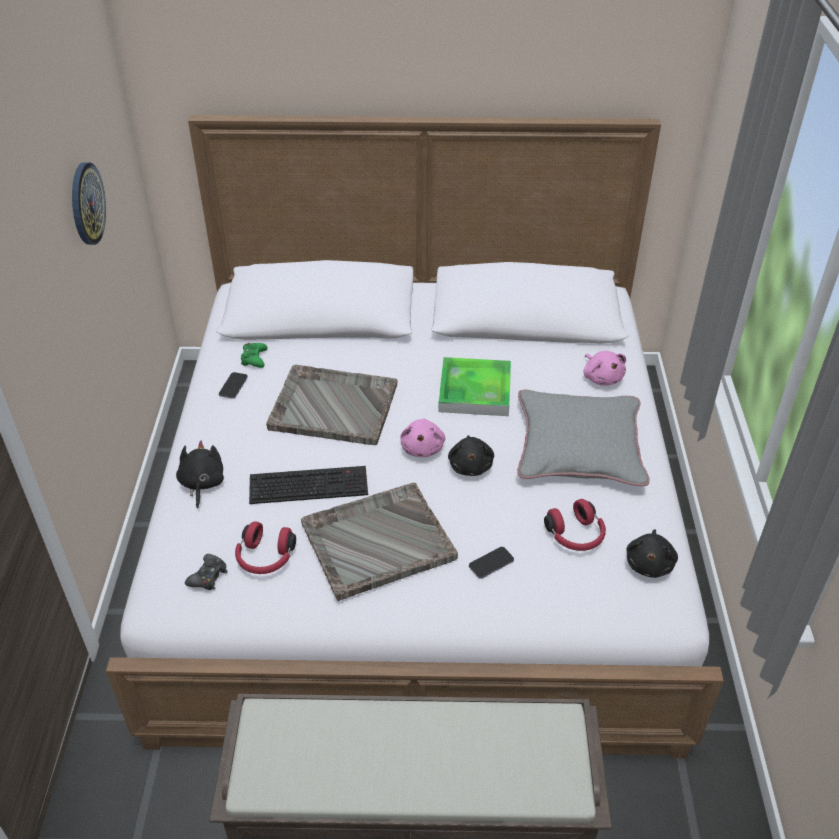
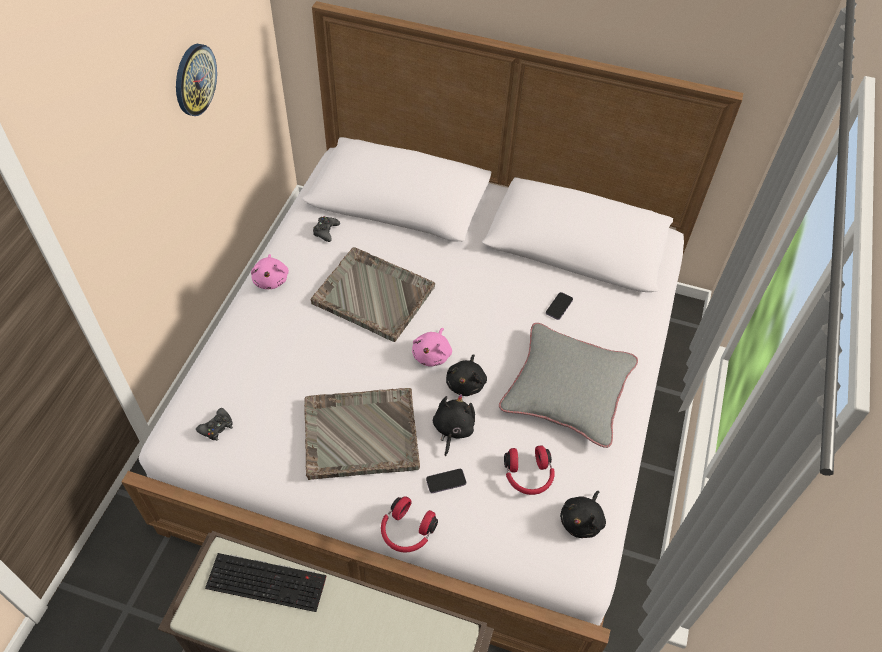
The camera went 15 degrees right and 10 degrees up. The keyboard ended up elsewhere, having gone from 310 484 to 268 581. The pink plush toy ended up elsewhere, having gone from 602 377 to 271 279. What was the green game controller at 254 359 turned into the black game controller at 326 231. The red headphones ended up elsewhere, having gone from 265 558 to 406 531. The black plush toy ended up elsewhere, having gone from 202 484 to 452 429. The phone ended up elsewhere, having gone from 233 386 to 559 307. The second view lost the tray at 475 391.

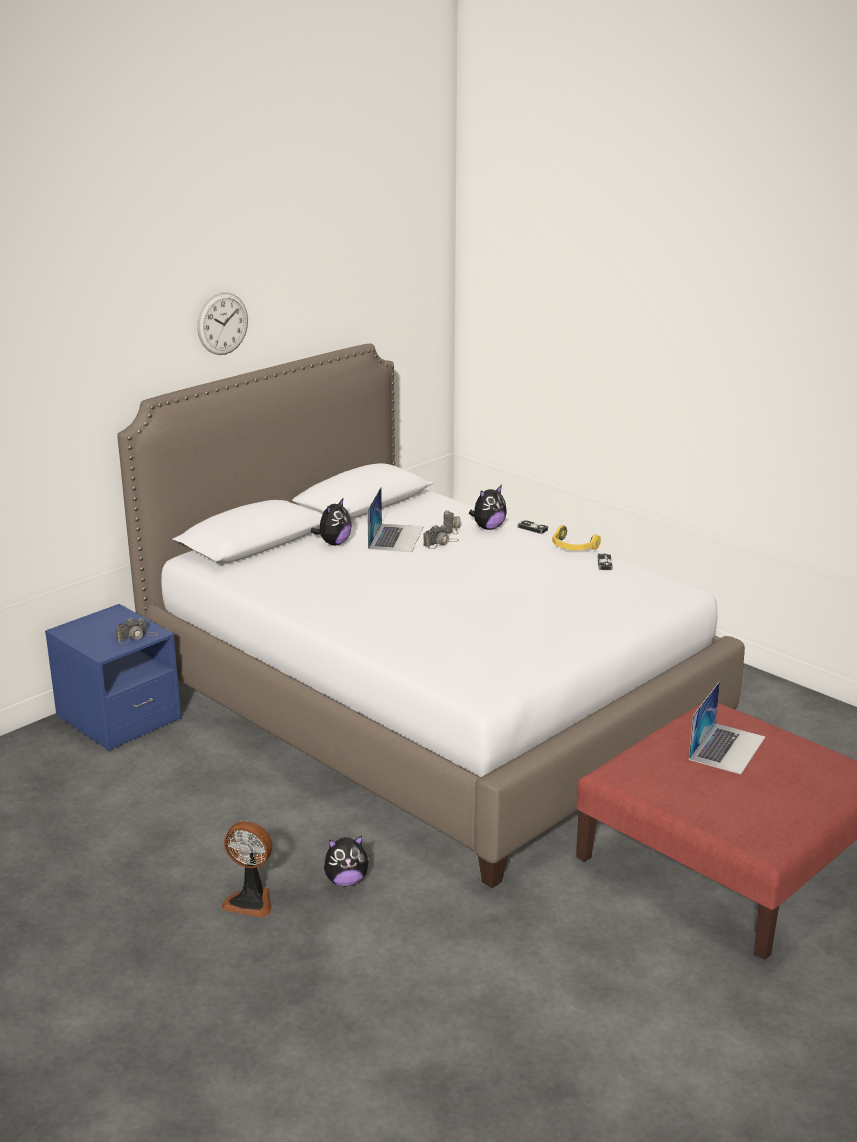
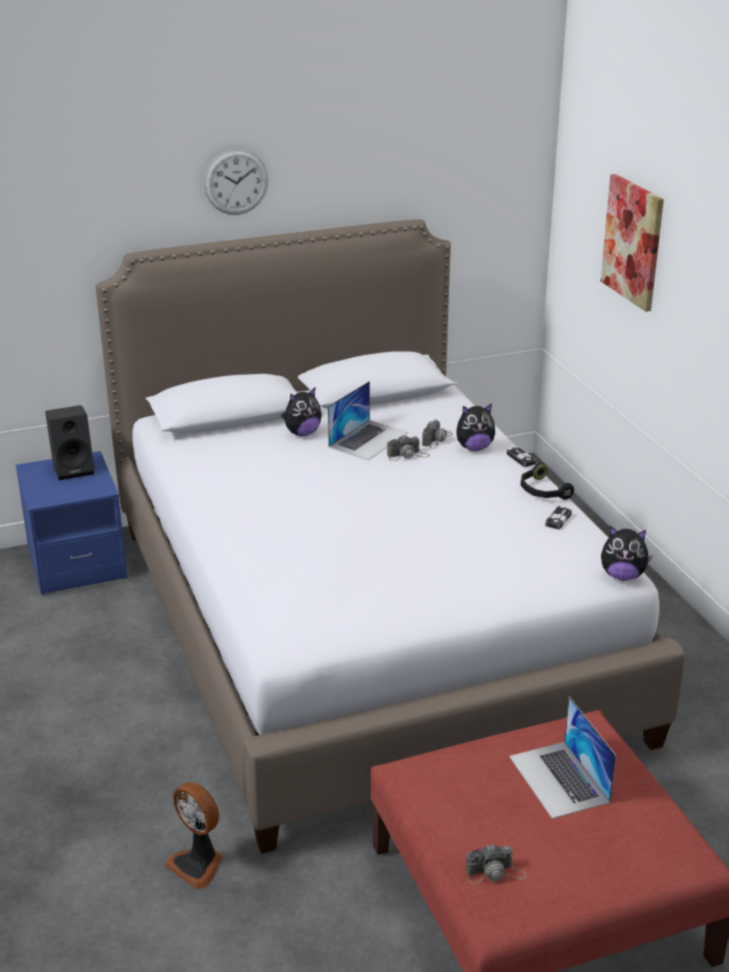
The camera went 25 degrees right and 5 degrees up. The second view gained the black speaker at 74 469. The fan ended up elsewhere, having gone from 251 901 to 198 864. The photo camera ended up elsewhere, having gone from 136 636 to 495 873. The laptop at 727 748 ended up facing another way, 105 degrees clockwise from before. What was the yellow headphones at 572 547 turned into the black headphones at 542 491. The second view gained the picture at 633 241. The plush toy ended up elsewhere, having gone from 346 881 to 622 576.

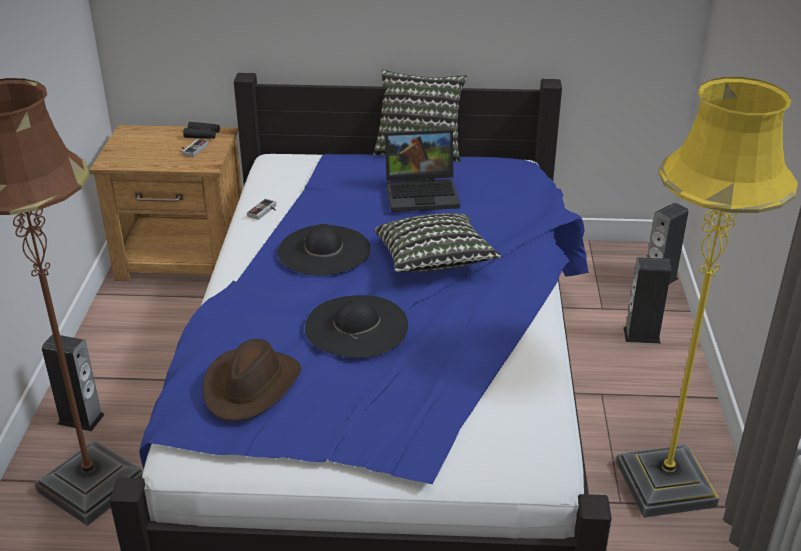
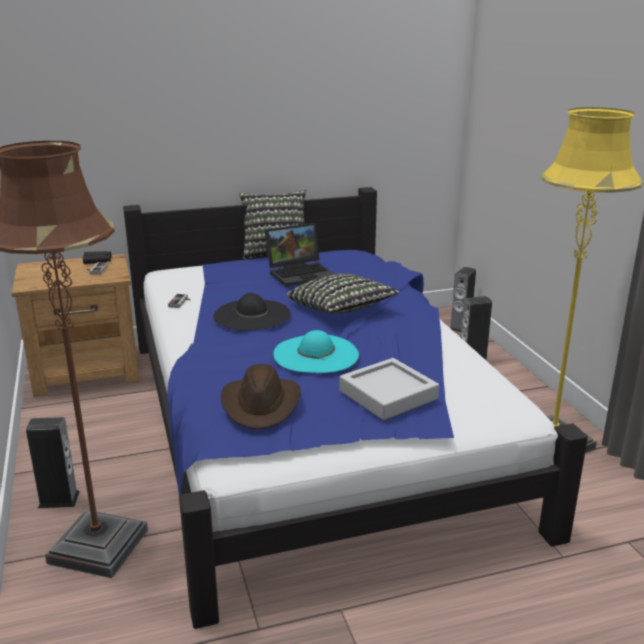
The camera went 20 degrees left and 10 degrees down. What was the black hat at 356 326 turned into the turquoise hat at 316 354. The second view gained the grey tray at 388 395.

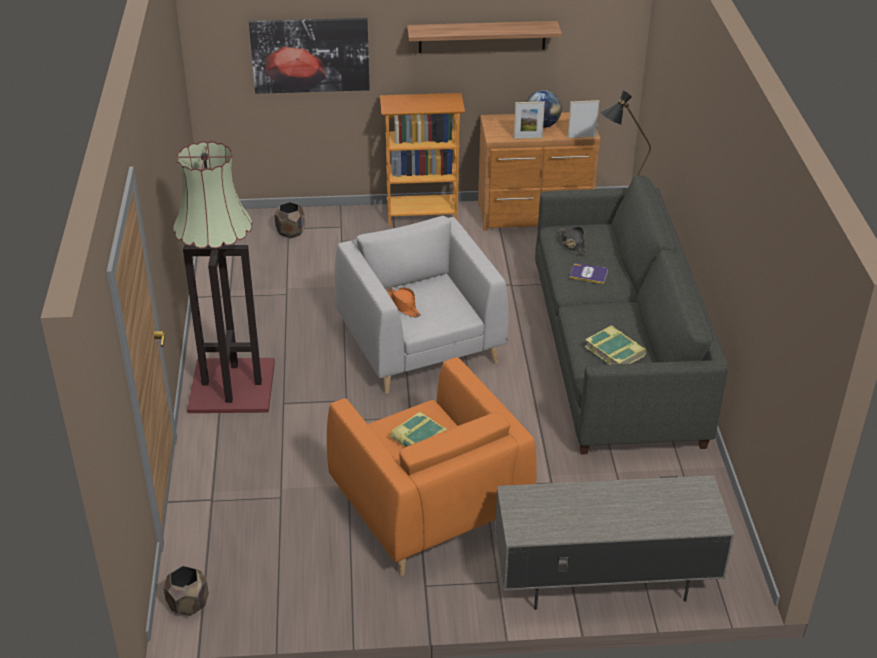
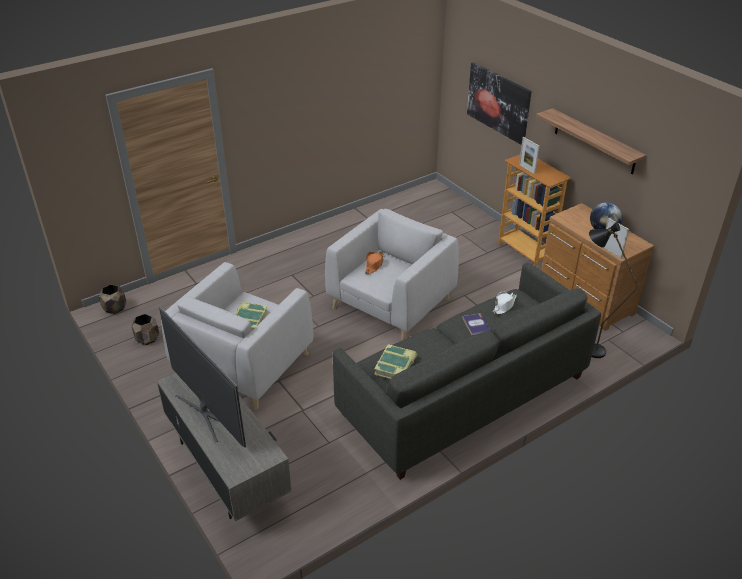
The camera went 60 degrees right and 0 degrees up. The brown planter ended up elsewhere, having gone from 291 232 to 147 339. The second view gained the television at 207 412. What was the orange armchair at 429 506 turned into the grey armchair at 244 364. What was the black hat at 572 244 turned into the white hat at 504 305. The picture frame ended up elsewhere, having gone from 528 138 to 527 169. The second view lost the floor lamp at 233 385.

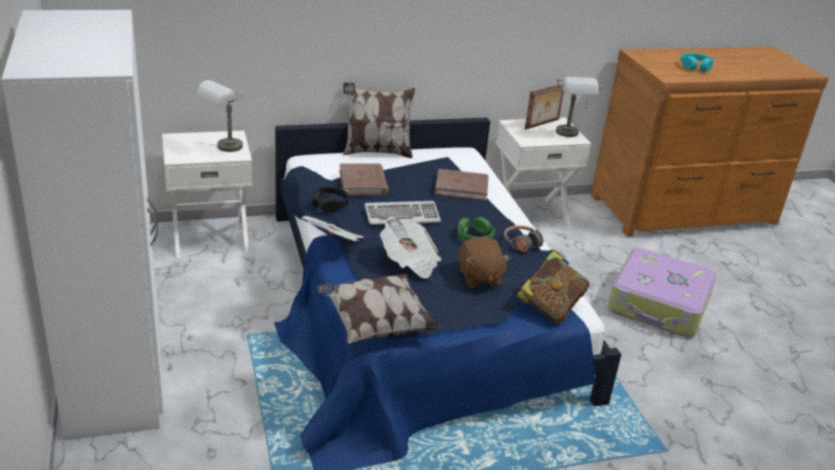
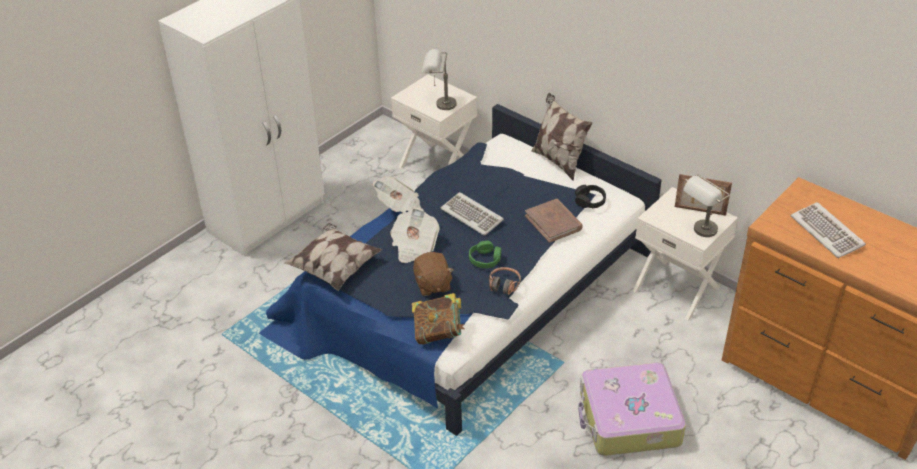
The camera went 60 degrees right and 10 degrees up. The brown plush toy at 479 277 ended up facing another way, 60 degrees counterclockwise from before. The black headphones ended up elsewhere, having gone from 329 204 to 590 201. Where the turquoise headphones stood at 695 67, the keyboard came to stand at 827 232. The second view lost the brown book at 363 182.

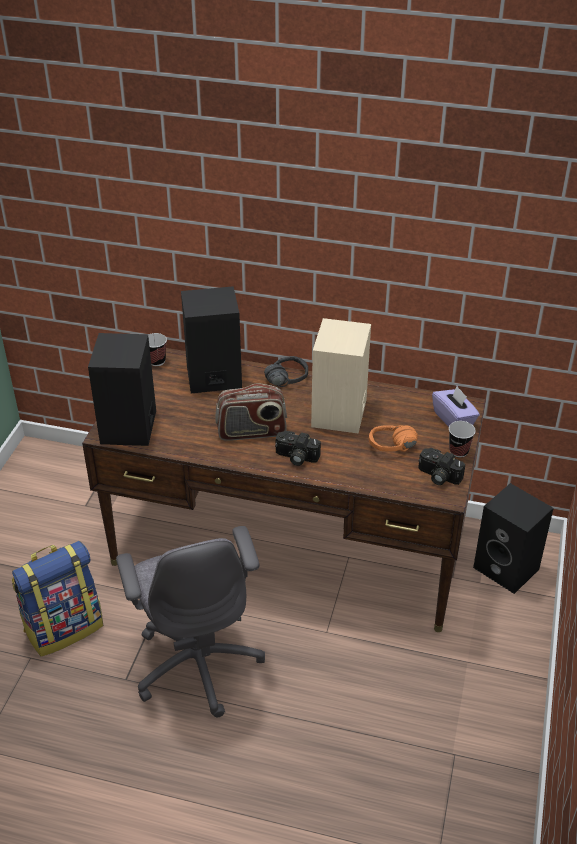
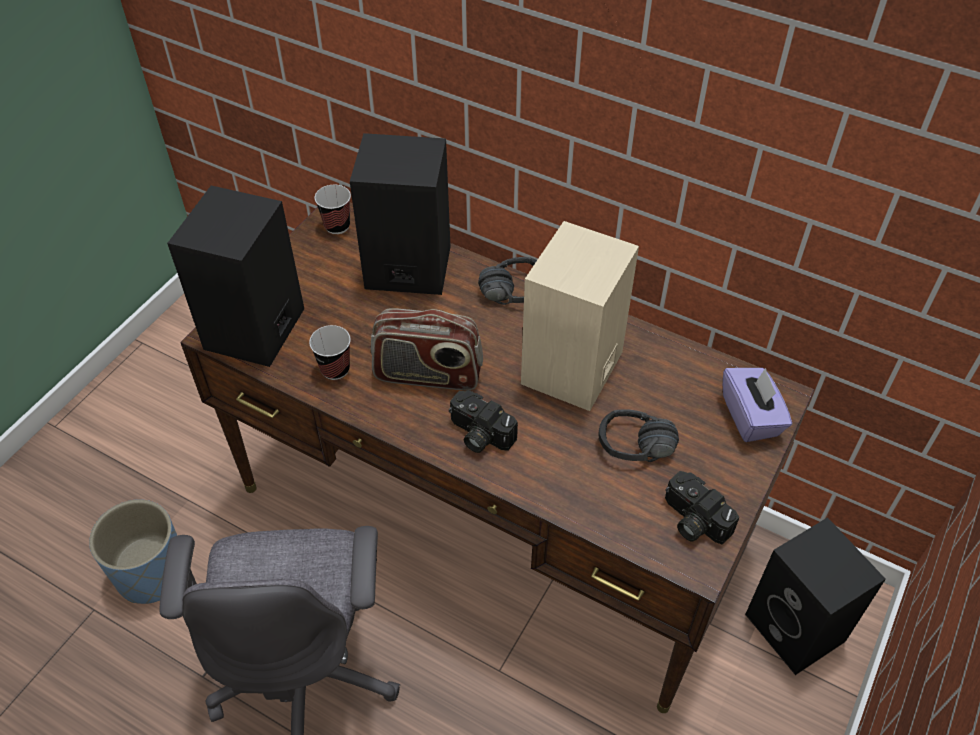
The camera went 15 degrees right and 10 degrees up. Where the backpack stood at 64 627, the blue planter came to stand at 152 573. The cup ended up elsewhere, having gone from 458 451 to 335 369. What was the orange headphones at 394 450 turned into the black headphones at 635 455.

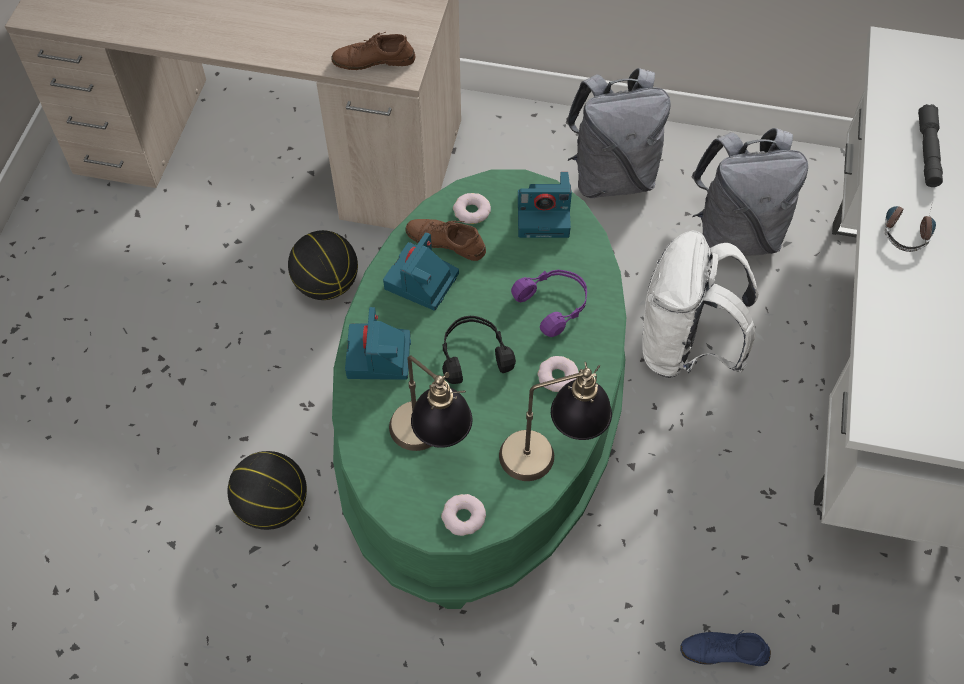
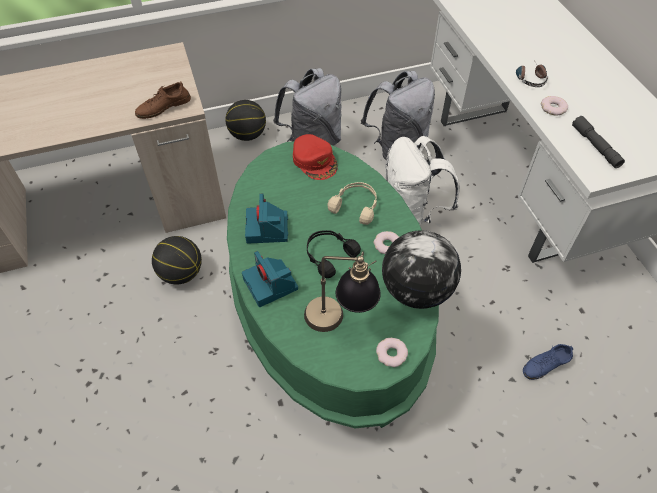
The camera went 30 degrees left and 5 degrees down. The basketball ended up elsewhere, having gone from 273 505 to 247 135. Where the photo camera stood at 544 215, the red cap came to stand at 315 161. What was the purple headphones at 554 304 turned into the beige headphones at 356 206. Where the table lamp stood at 551 454, the globe came to stand at 416 290. The donut ended up elsewhere, having gone from 472 211 to 553 108. The grey flashlight ended up elsewhere, having gone from 927 152 to 595 146. The second view lost the brown shoe at 446 242.

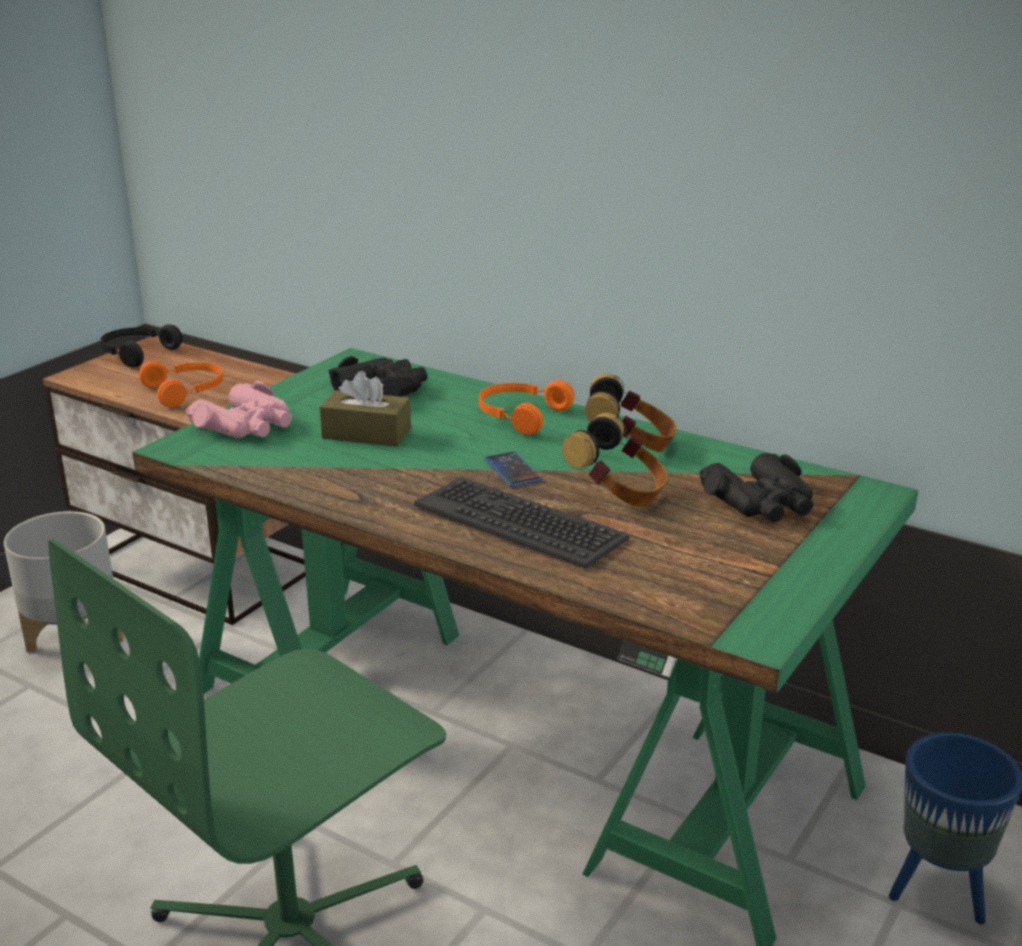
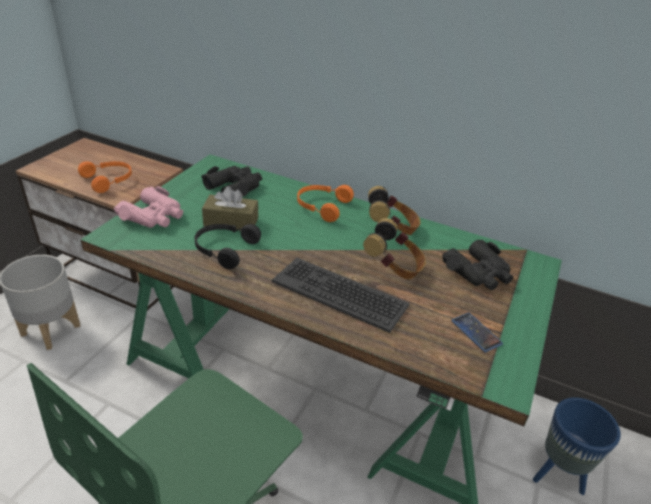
The camera went 10 degrees left and 10 degrees up. The black headphones ended up elsewhere, having gone from 136 354 to 224 249. The phone ended up elsewhere, having gone from 512 470 to 476 332.

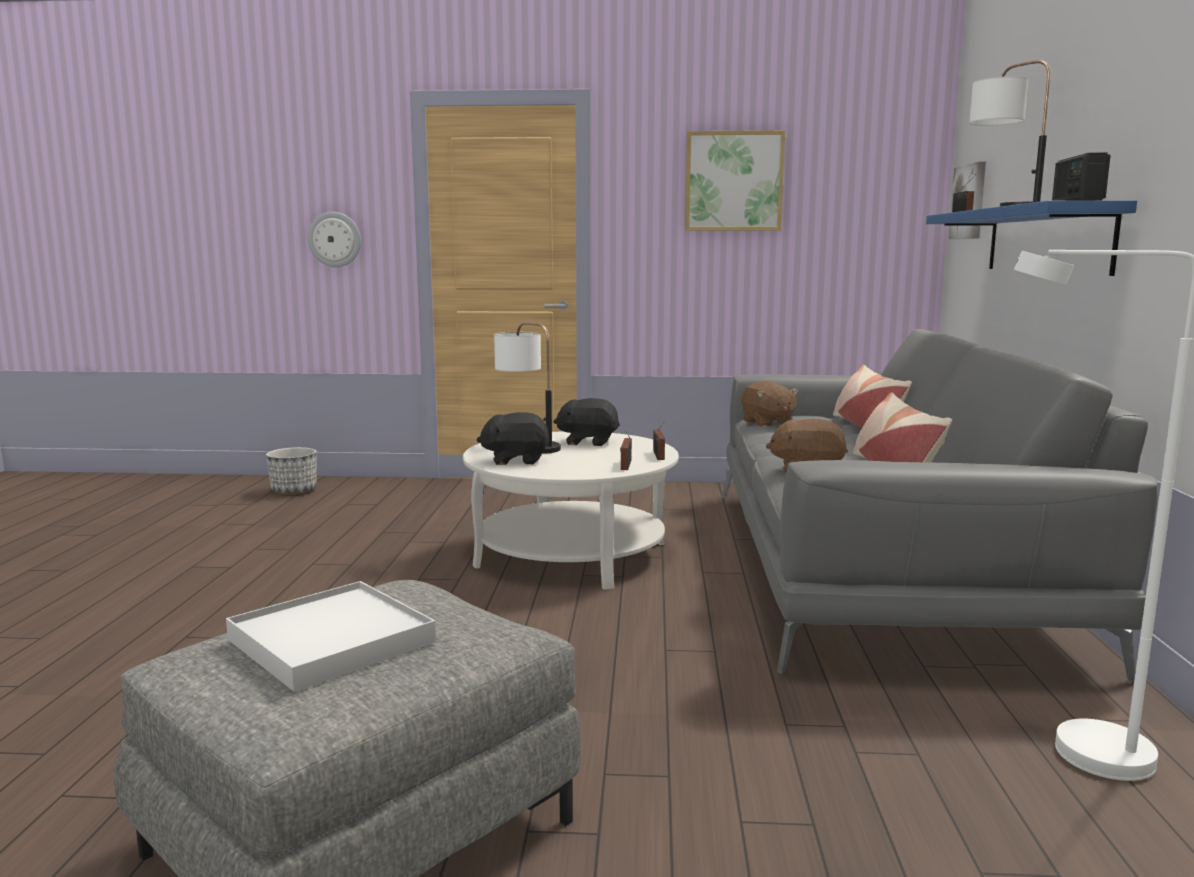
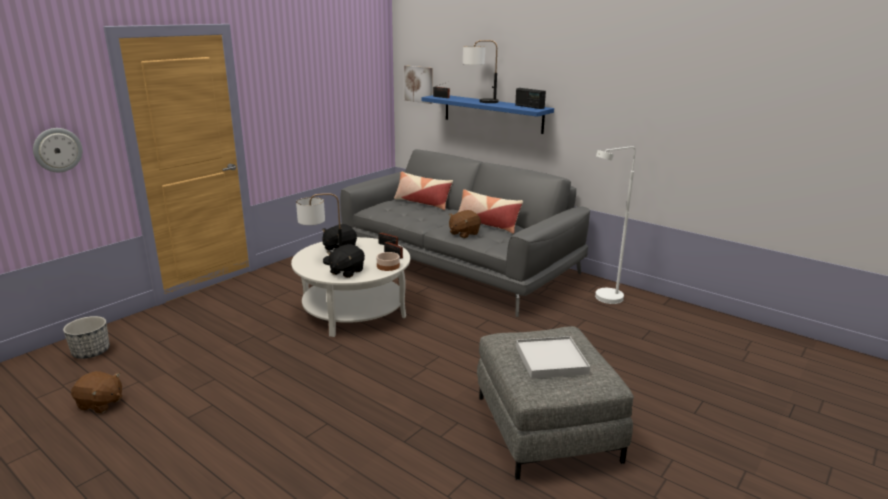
The camera went 55 degrees left and 10 degrees up. The brown plush toy ended up elsewhere, having gone from 767 423 to 100 404. The second view gained the bowl at 388 266. The second view lost the picture at 734 181.

